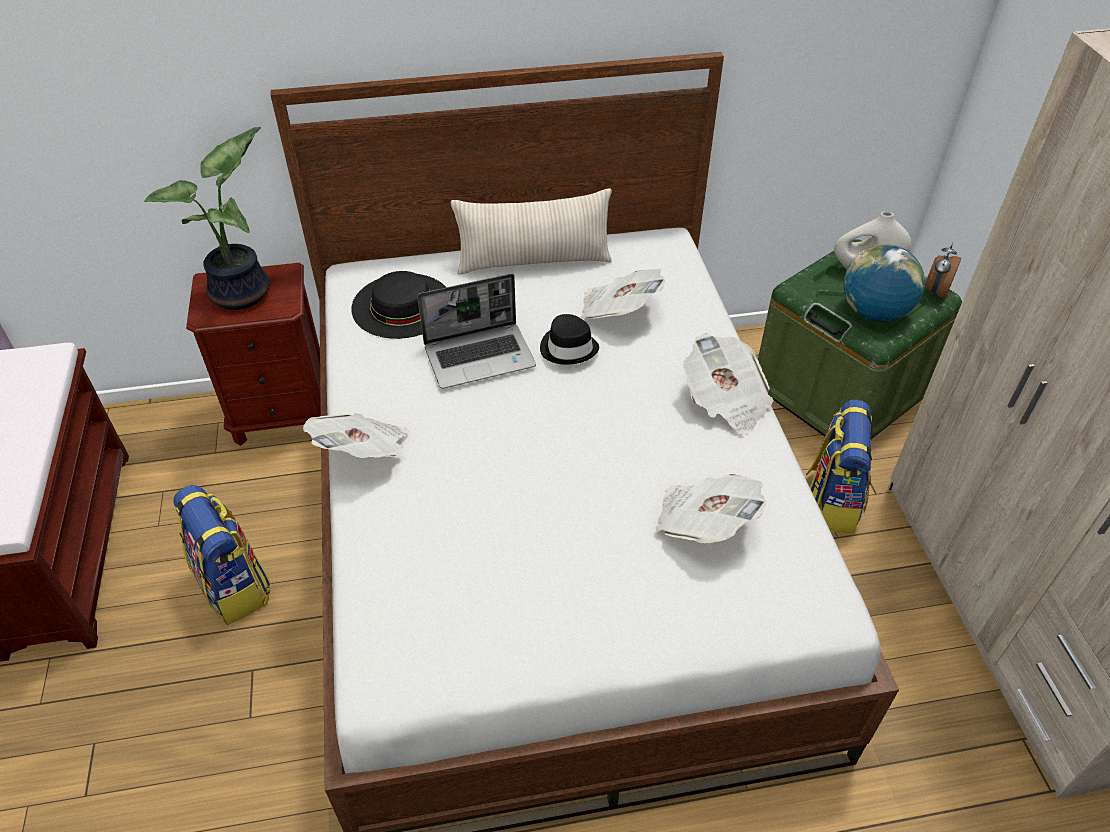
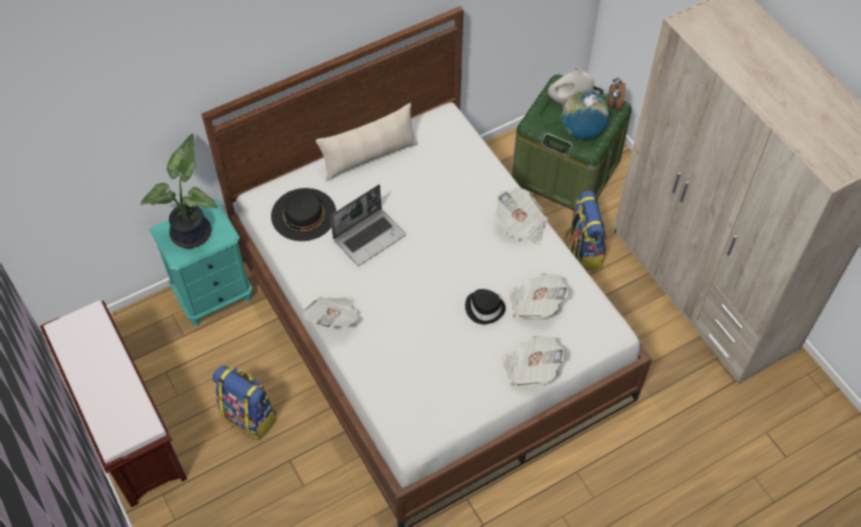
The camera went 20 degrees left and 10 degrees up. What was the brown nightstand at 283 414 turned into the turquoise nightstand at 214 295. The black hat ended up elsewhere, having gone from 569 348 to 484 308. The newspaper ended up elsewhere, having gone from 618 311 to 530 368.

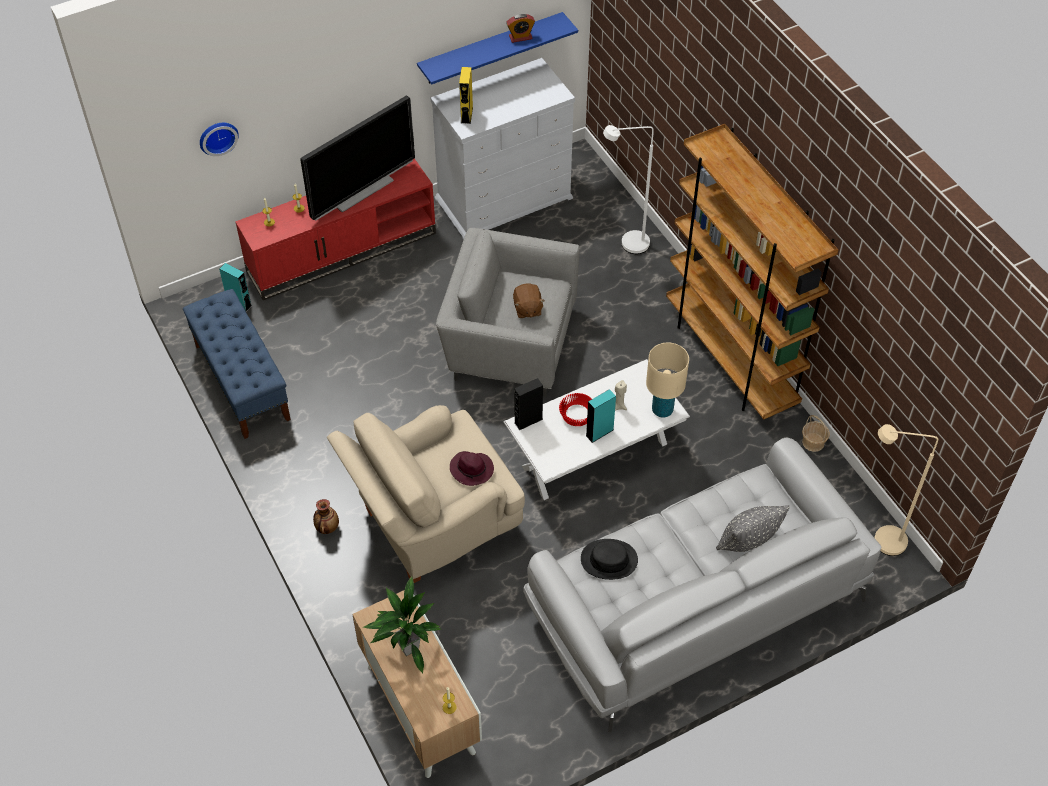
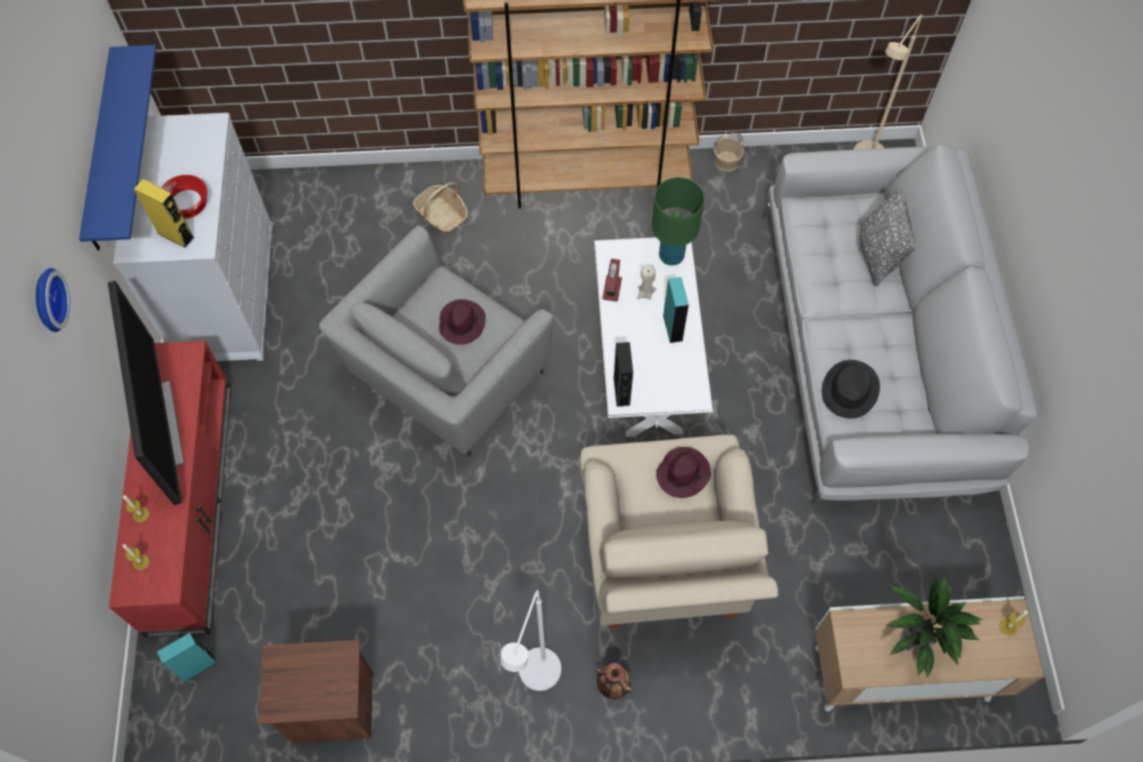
The camera went 65 degrees left and 10 degrees up. The wall clock ended up elsewhere, having gone from 217 136 to 46 300. The red bowl ended up elsewhere, having gone from 578 414 to 187 202. Where the blue bench stood at 241 382, the brown nightstand came to stand at 332 710. The second view gained the basket at 442 215. Where the brown plush toy stood at 527 309, the purple hat came to stand at 462 323. The white floor lamp ended up elsewhere, having gone from 627 244 to 536 682. The alarm clock ended up elsewhere, having gone from 520 37 to 612 289. What was the beige table lamp at 662 410 turned into the green table lamp at 671 256.

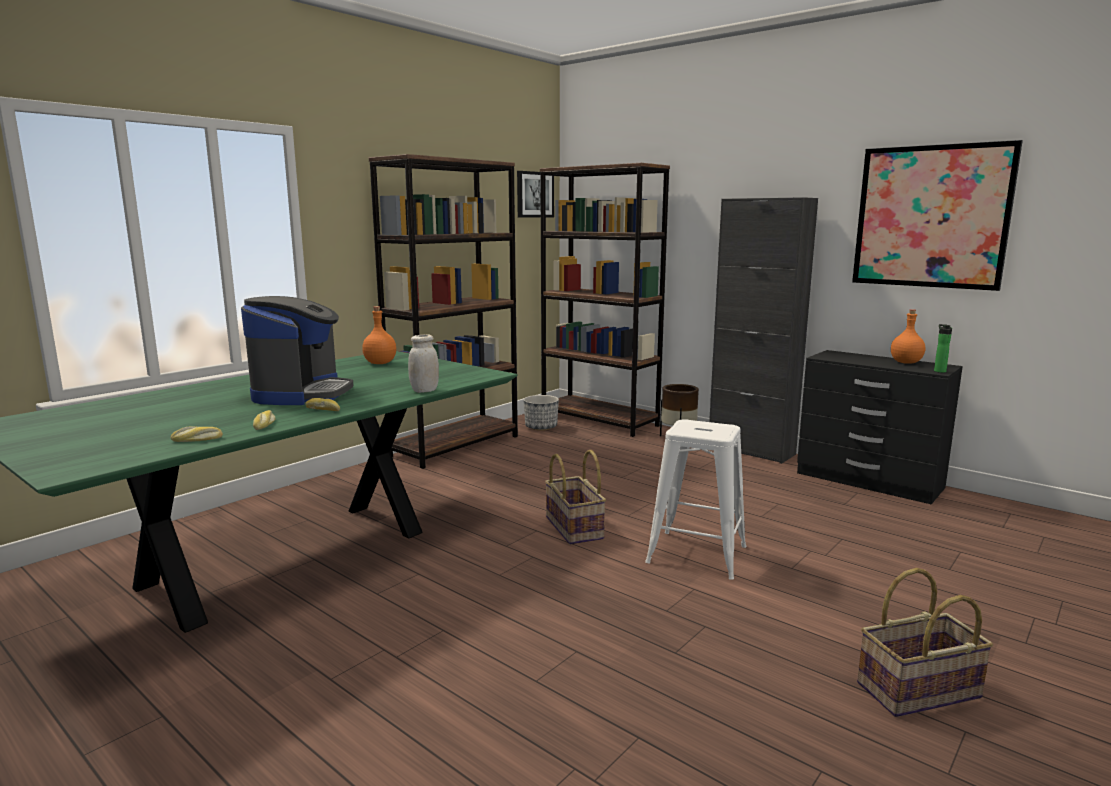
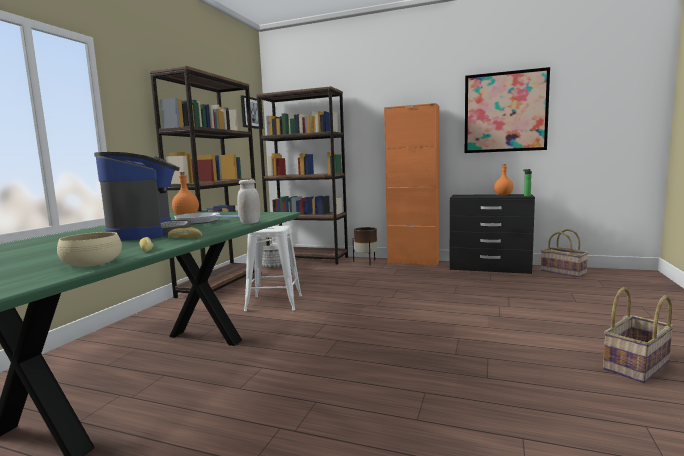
The camera went 20 degrees left and 5 degrees down. Where the bread stood at 197 440, the beige bowl came to stand at 92 263. The second view gained the frying pan at 200 221. The white stool ended up elsewhere, having gone from 696 554 to 273 303. What was the black cabinet at 751 450 turned into the orange cabinet at 413 262. The basket ended up elsewhere, having gone from 575 528 to 563 272.

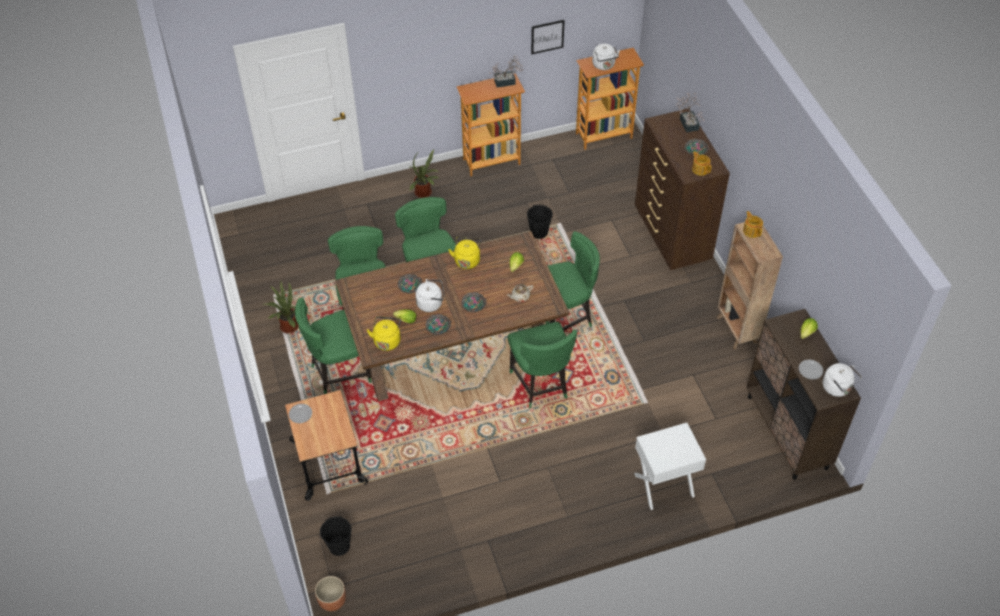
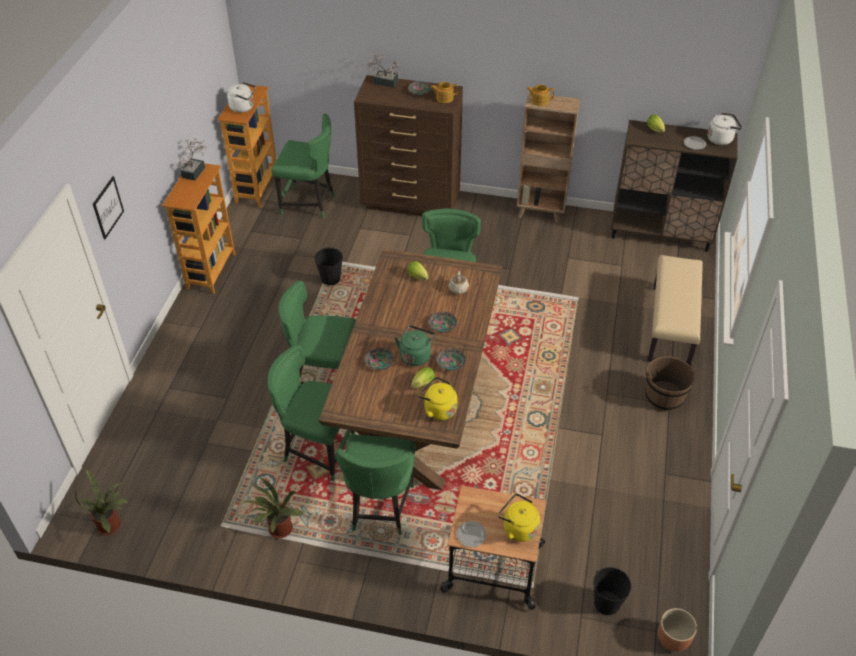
The camera went 60 degrees left and 5 degrees down. The potted plant ended up elsewhere, having gone from 424 193 to 111 525. The picture ended up elsewhere, having gone from 547 36 to 108 207. The green chair ended up elsewhere, having gone from 540 385 to 309 203. What was the white kettle at 431 303 turned into the green kettle at 415 355. The yellow kettle ended up elsewhere, having gone from 467 260 to 518 528. The second view gained the brown bucket at 664 397. Where the white nightstand stood at 664 485, the beige bench came to stand at 671 326.

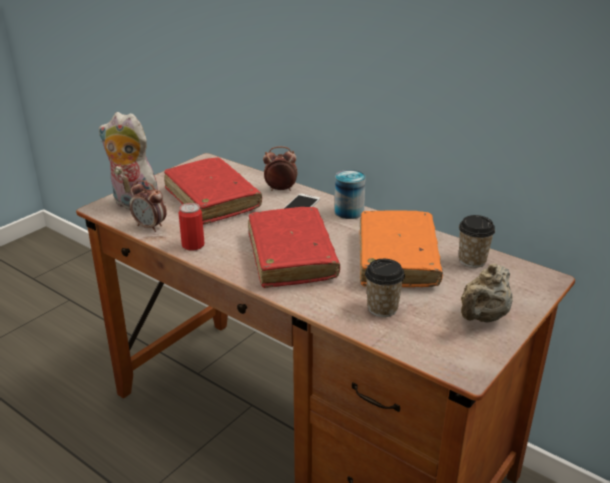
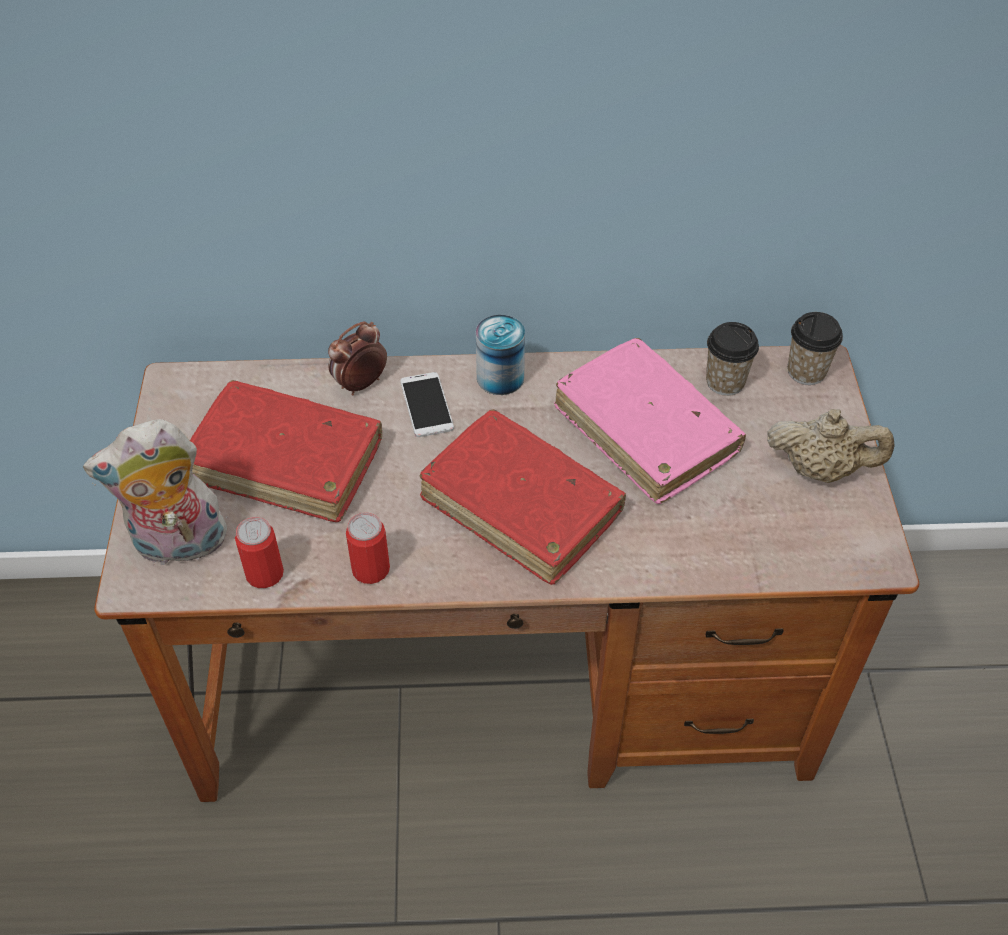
The camera went 40 degrees left and 20 degrees up. Where the alarm clock stood at 150 227, the can came to stand at 264 573. What was the orange book at 397 259 turned into the pink book at 645 431. The beige teapot at 483 317 ended up facing another way, 75 degrees counterclockwise from before. The cup ended up elsewhere, having gone from 382 308 to 806 372.

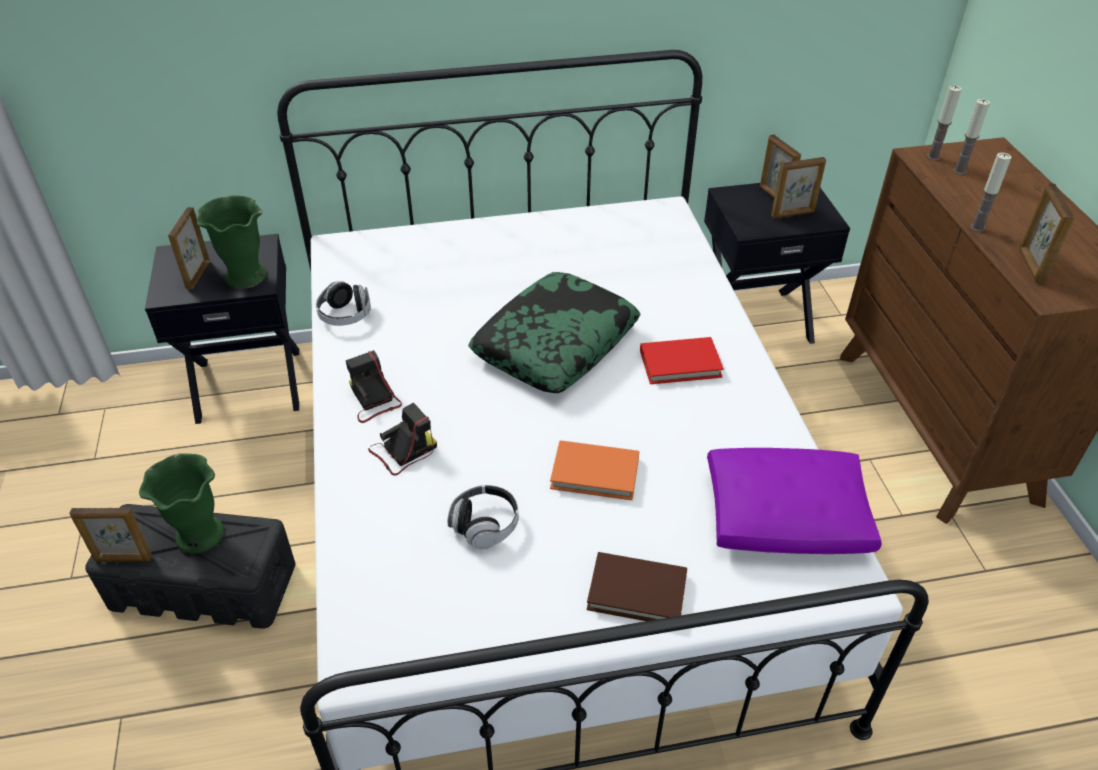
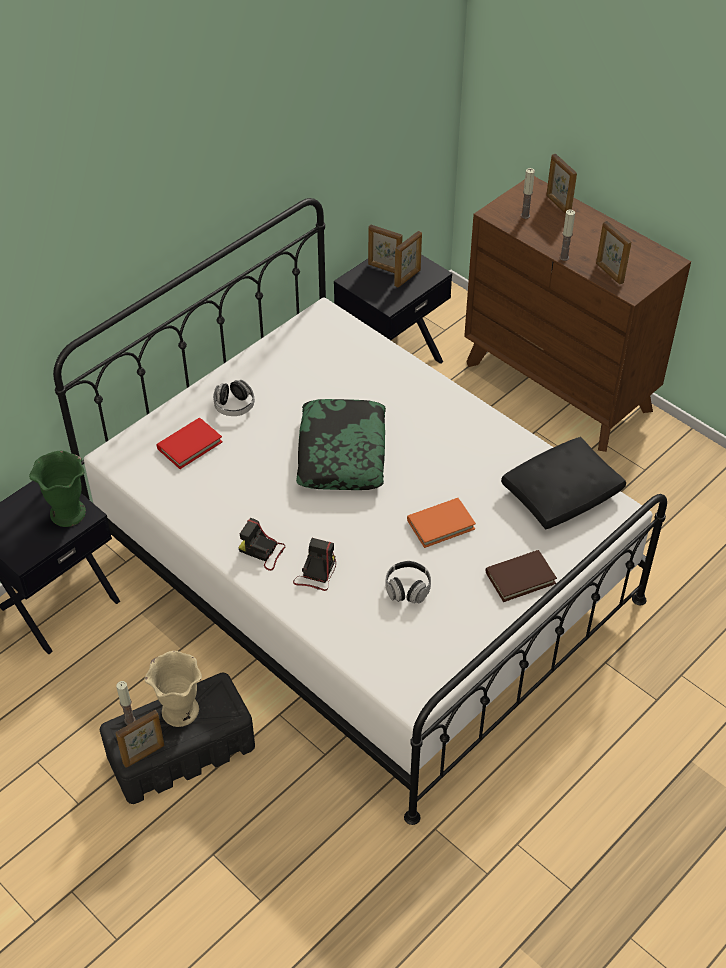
The camera went 35 degrees left and 5 degrees up. The candle ended up elsewhere, having gone from 933 157 to 130 720. What was the green vase at 199 534 turned into the beige vase at 180 711. The red book ended up elsewhere, having gone from 680 364 to 189 445. The headphones ended up elsewhere, having gone from 345 315 to 234 406. What was the purple pillow at 787 515 turned into the black pillow at 562 492. The picture frame ended up elsewhere, having gone from 197 275 to 558 205.

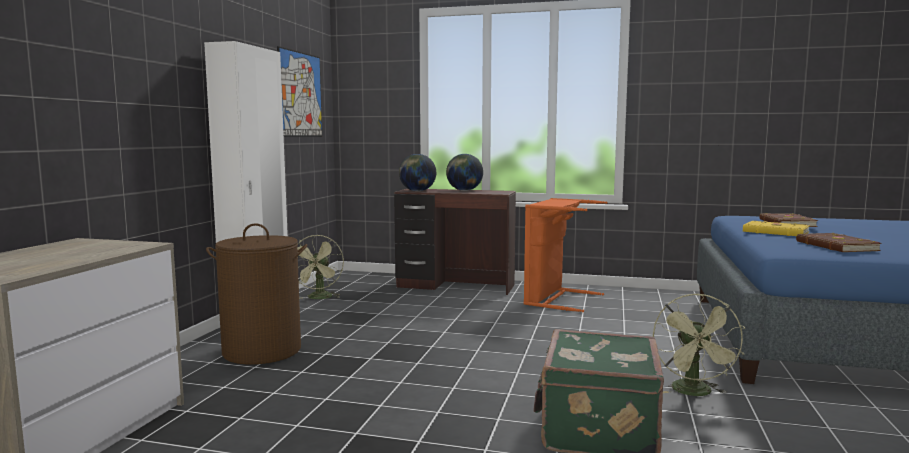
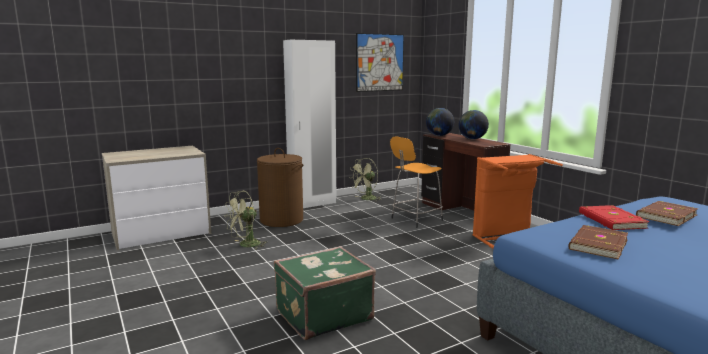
The camera went 45 degrees right and 5 degrees up. The green fan ended up elsewhere, having gone from 695 393 to 245 245. The second view gained the orange stool at 415 219. What was the yellow book at 775 232 turned into the red book at 611 220.

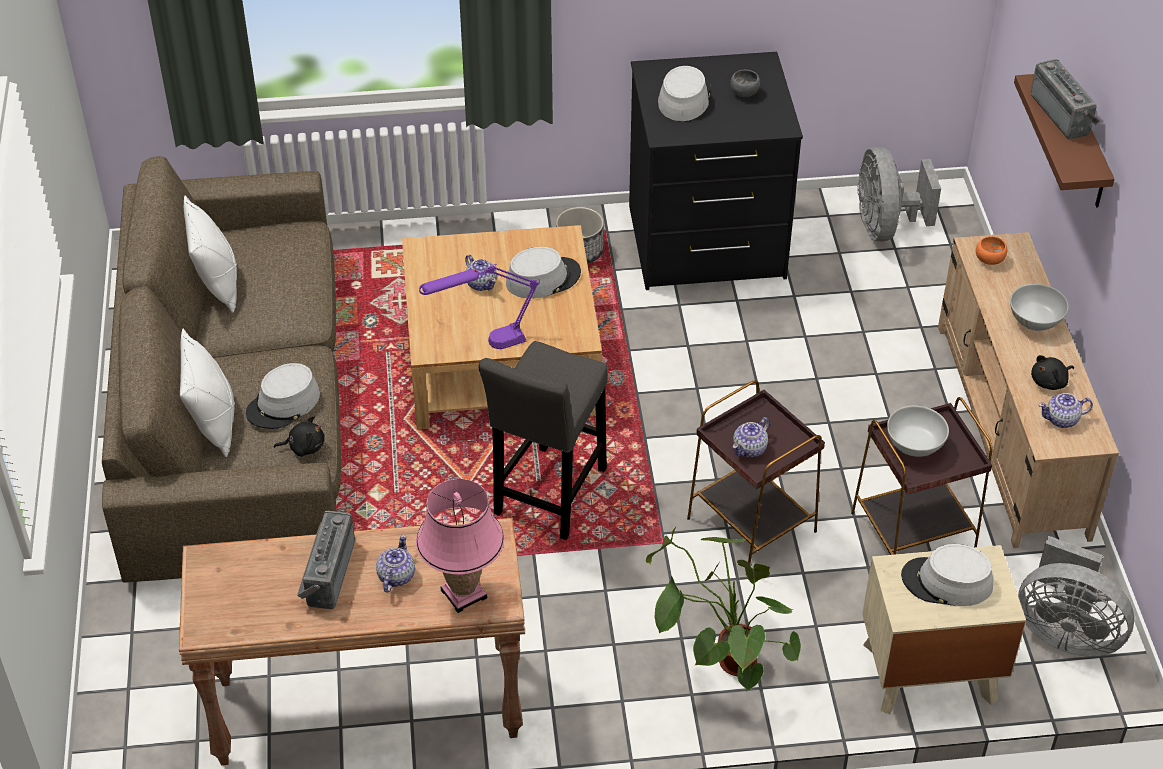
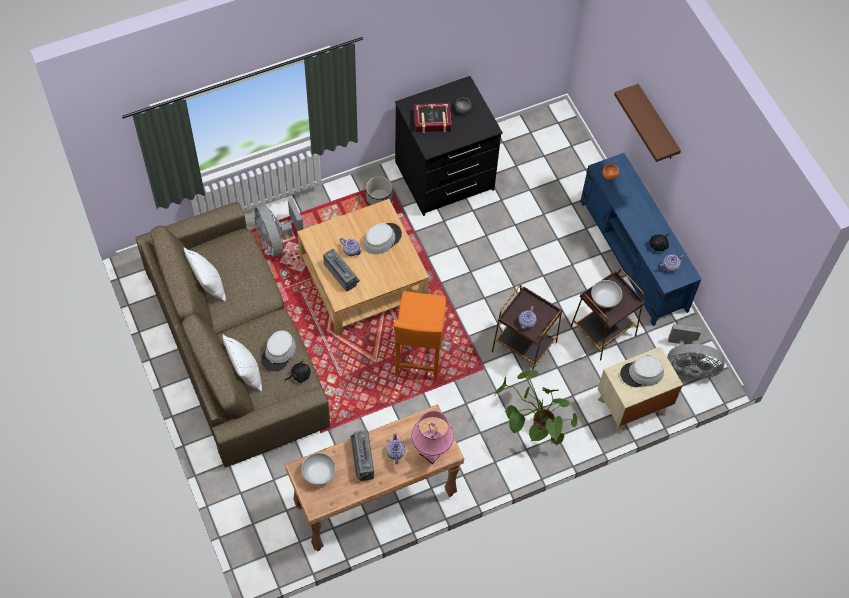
The camera went 20 degrees left and 15 degrees up. The grey fan ended up elsewhere, having gone from 885 226 to 276 240. The white bowl ended up elsewhere, having gone from 1035 321 to 319 474. The radio ended up elsewhere, having gone from 1063 114 to 342 274. What was the grey stool at 548 497 turned into the orange stool at 418 357. Where the grey hat stood at 684 97, the book came to stand at 432 120. What was the beige tv stand at 1011 429 turned into the blue tv stand at 633 256. The second view lost the purple table lamp at 483 346.

